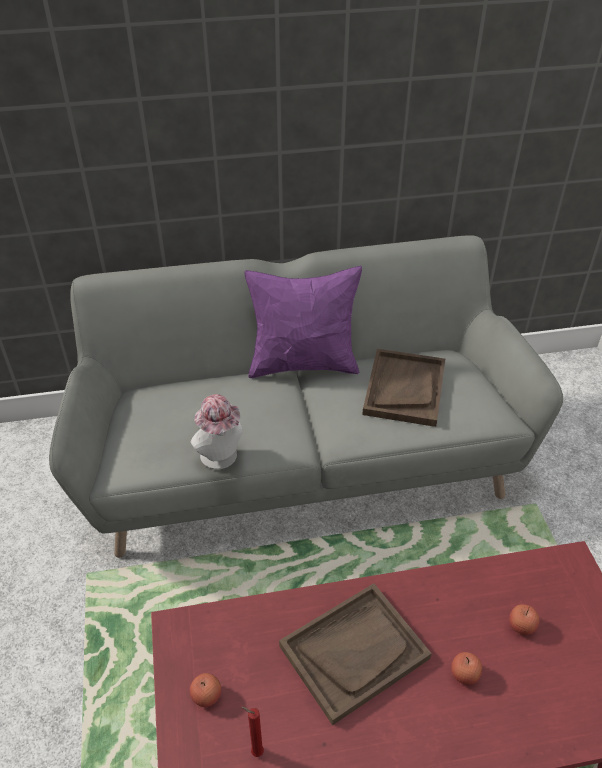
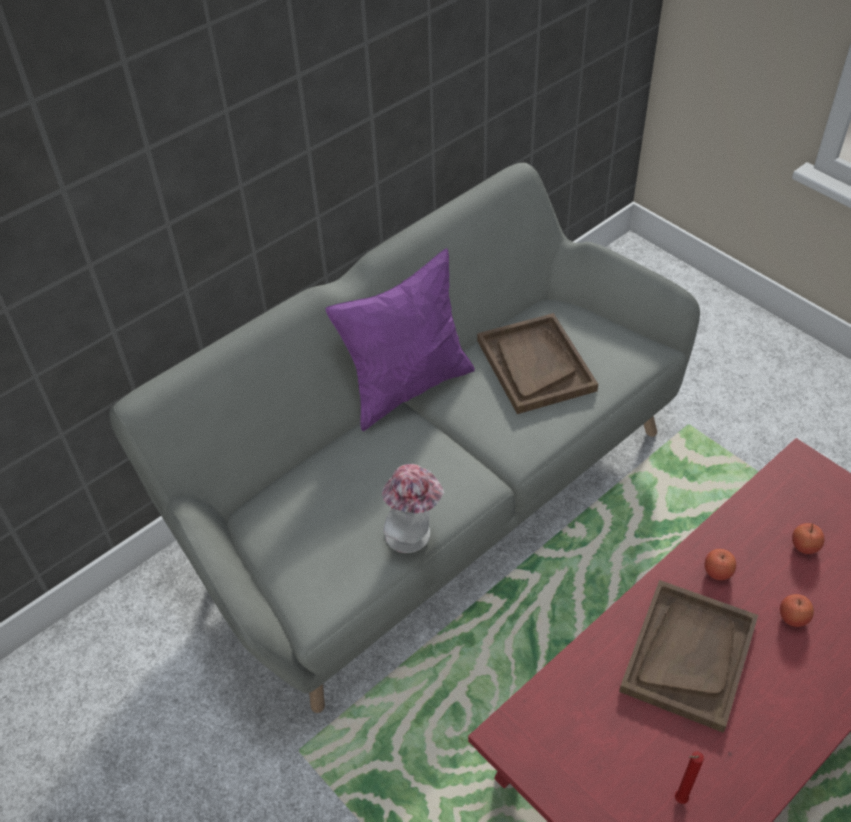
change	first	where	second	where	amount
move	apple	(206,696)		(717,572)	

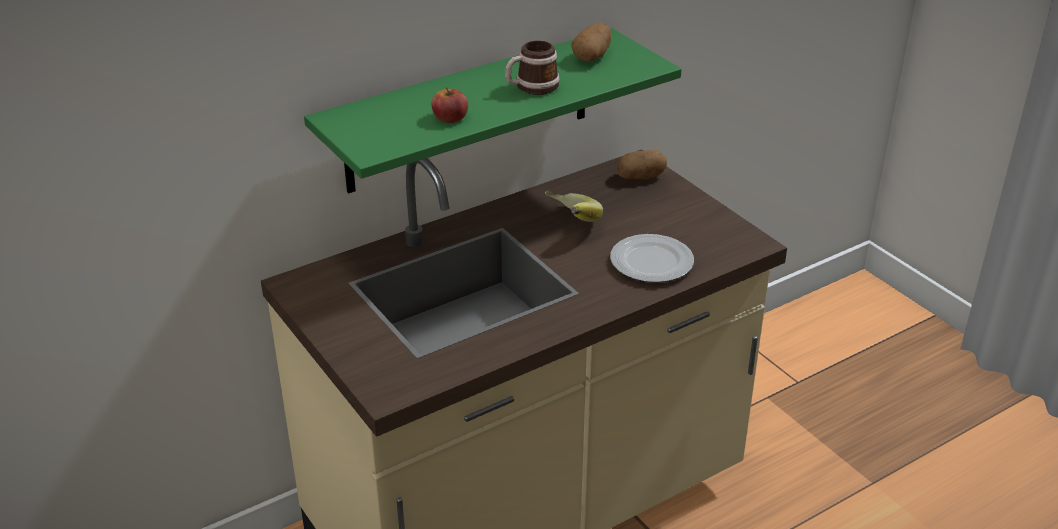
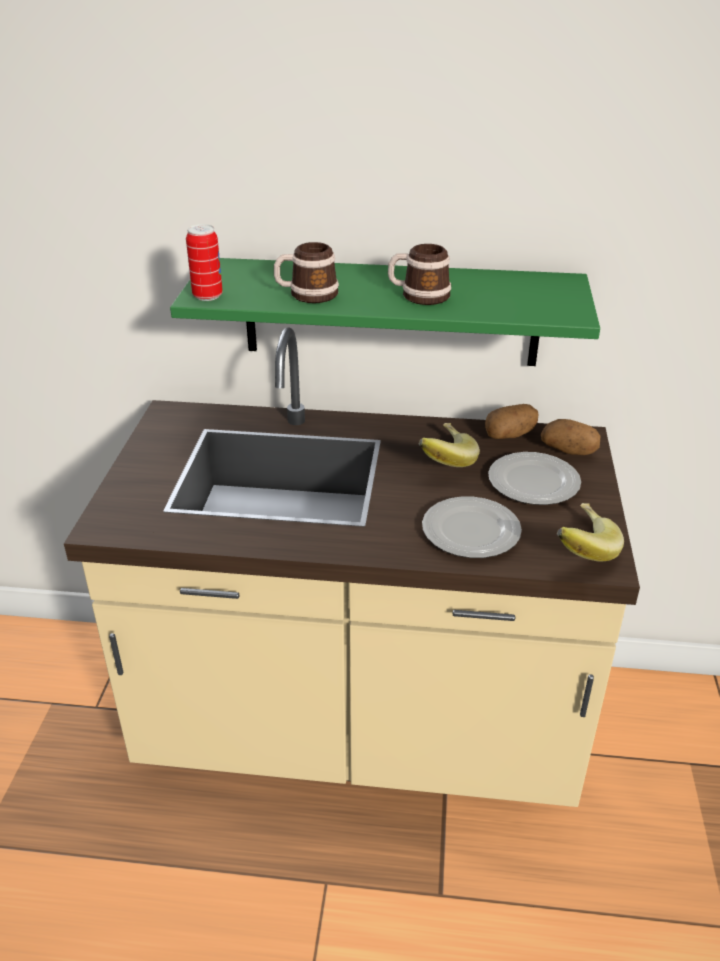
change	first	where	second	where	amount
insert			can	(207,296)	
replace	apple	(450,117)	mug	(307,294)	
move	potato	(592,57)		(510,435)	
insert			plate	(533,482)	
insert			banana	(579,549)	

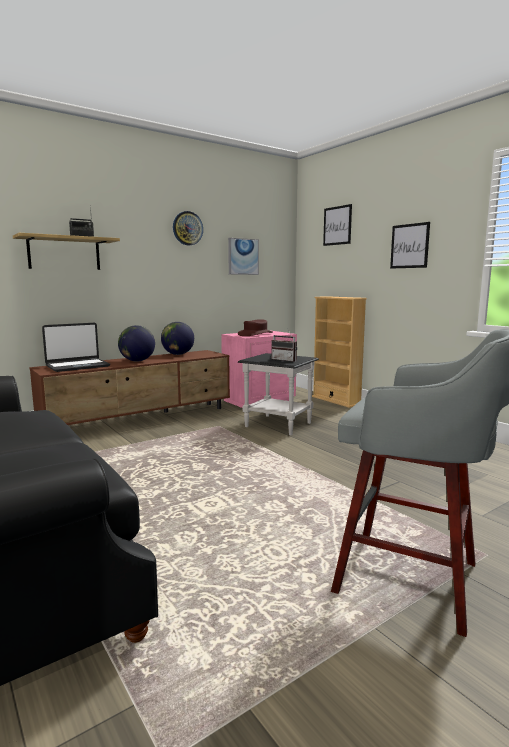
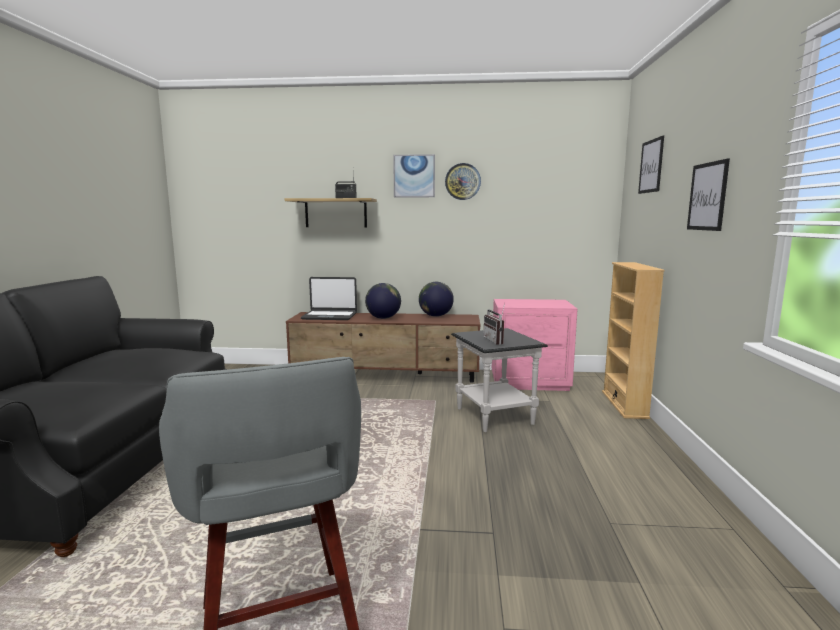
change	first	where	second	where	amount
move	picture	(243,256)		(414,176)	
delete	hat in brown	(255,334)			

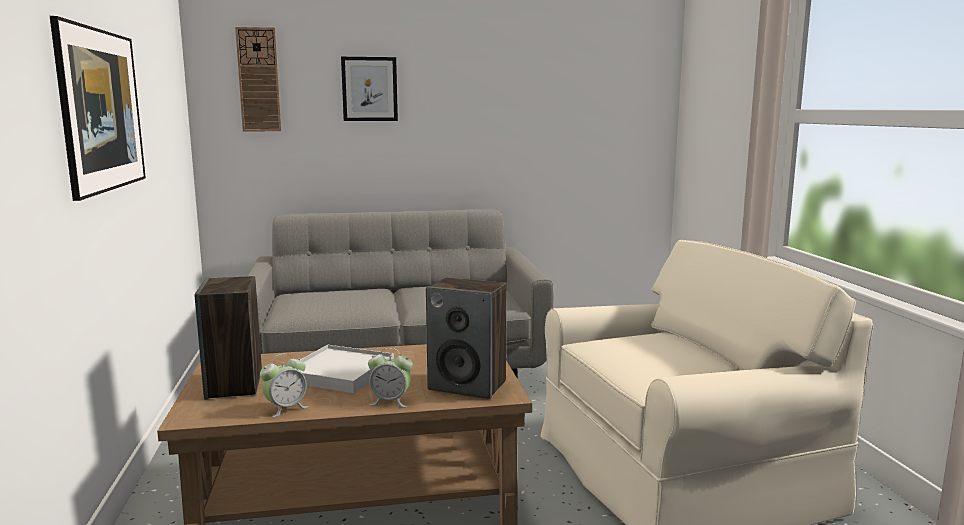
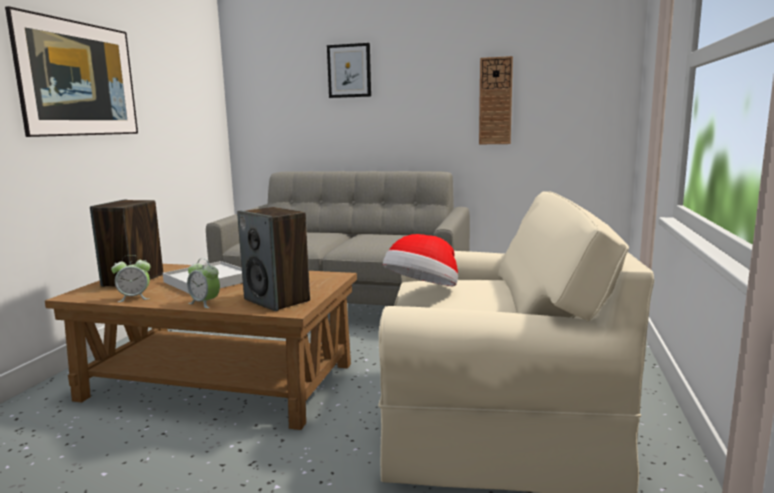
change	first	where	second	where	amount
insert			hat	(423,291)	
move	wall clock	(259,80)		(495,101)	

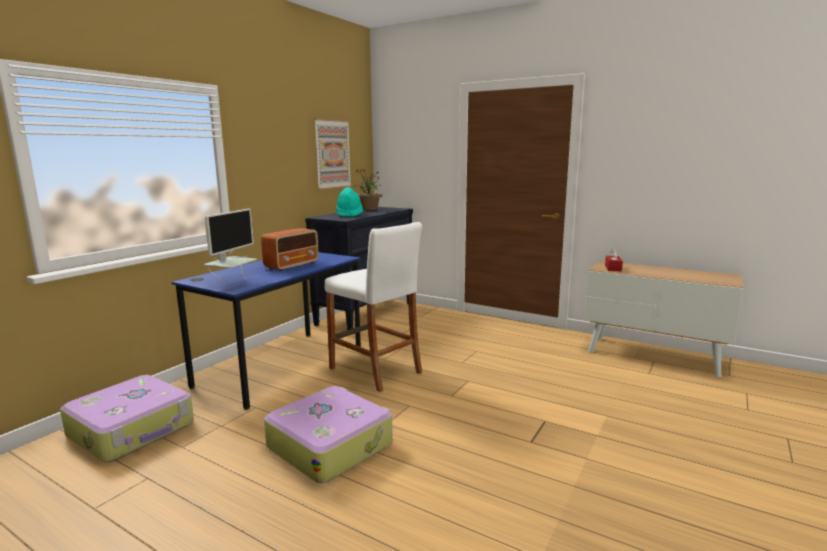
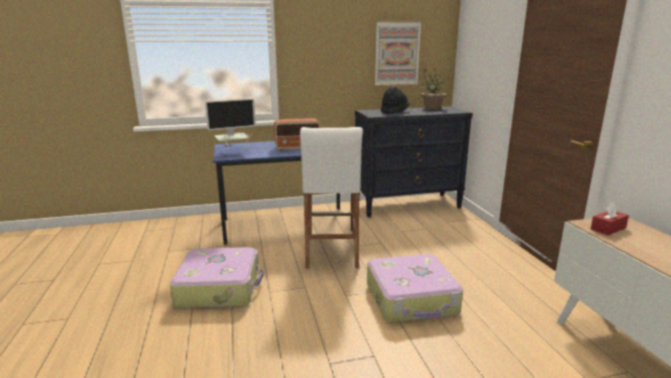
change	first	where	second	where	amount
move	suitcase	(133,429)		(412,299)	
recolor	hat in turquoise	(349,215)	hat in black	(394,111)	

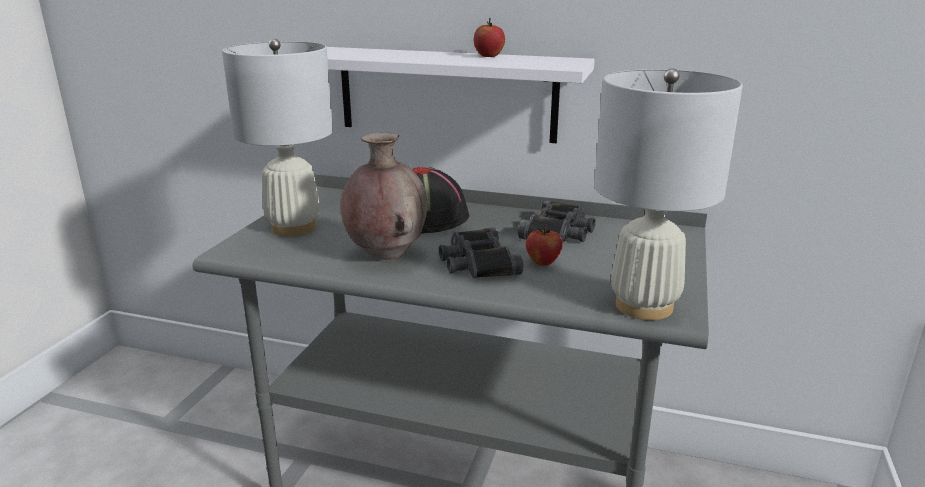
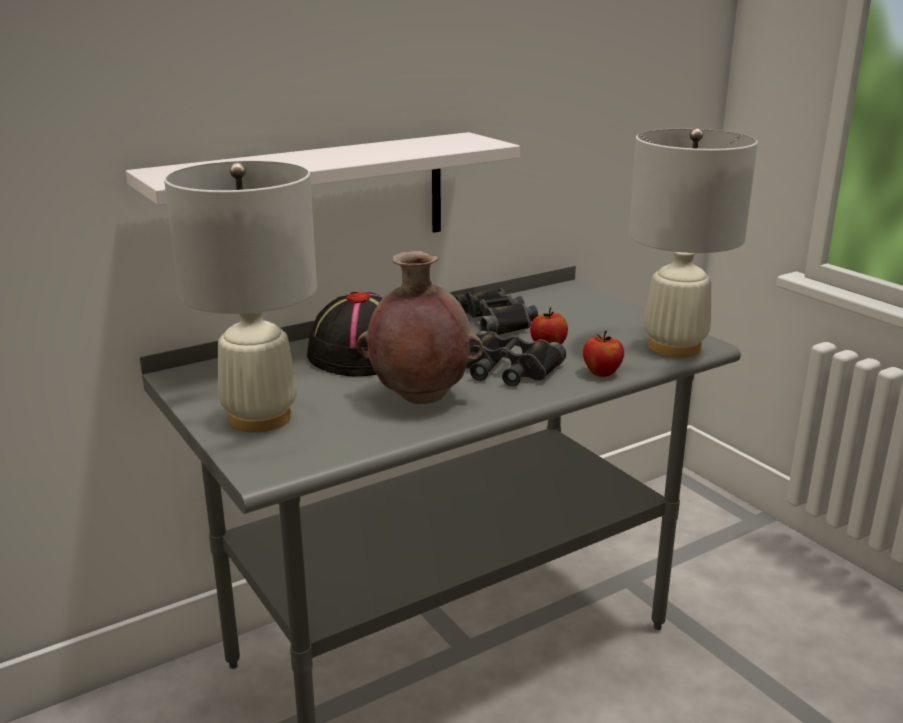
change	first	where	second	where	amount
move	apple	(489,56)		(602,373)	

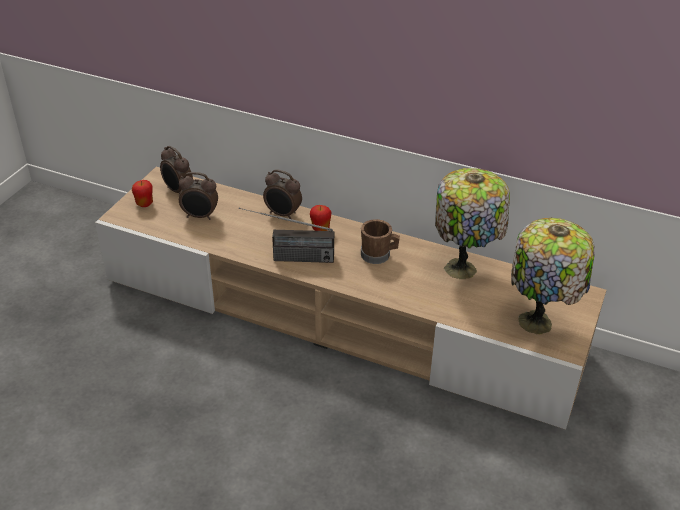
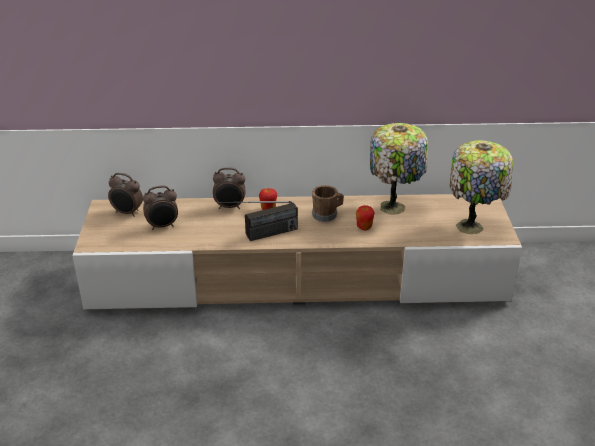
change	first	where	second	where	amount
move	apple	(144,204)		(364,227)	

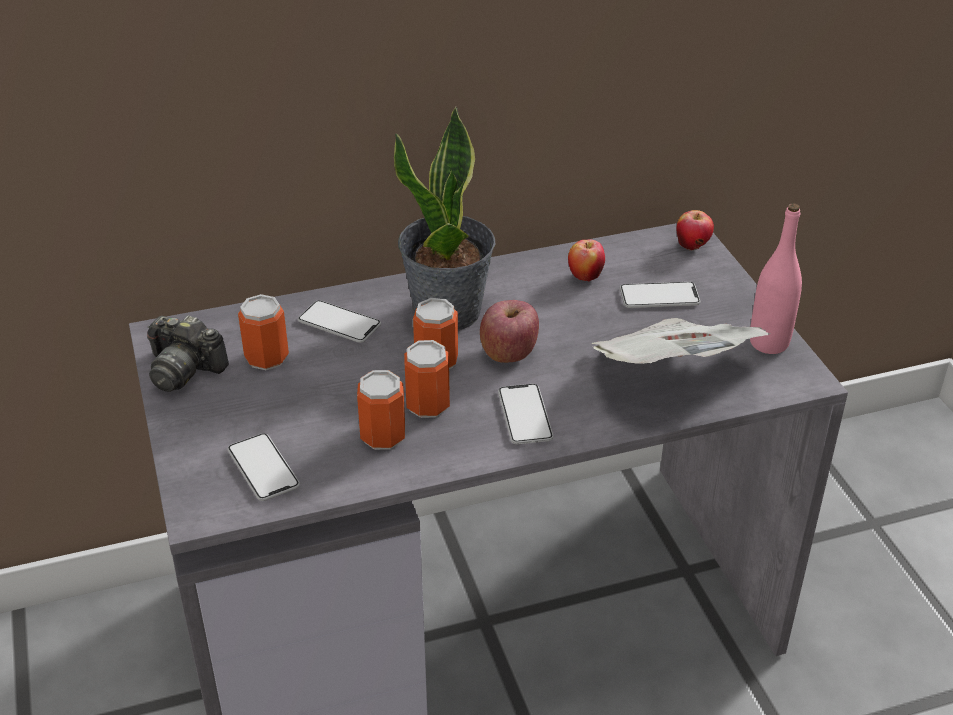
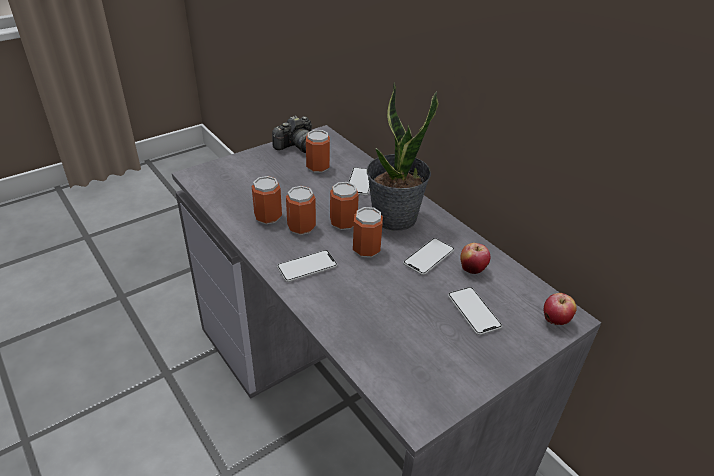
change	first	where	second	where	amount
rotate	photo camera	(184,369)		(297,146)	135 degrees counterclockwise
replace	apple	(508,353)	can	(366,249)	
move	phone	(263,468)		(429,257)	
delete	newspaper	(672,375)			
delete	bottle in pink	(769,343)			

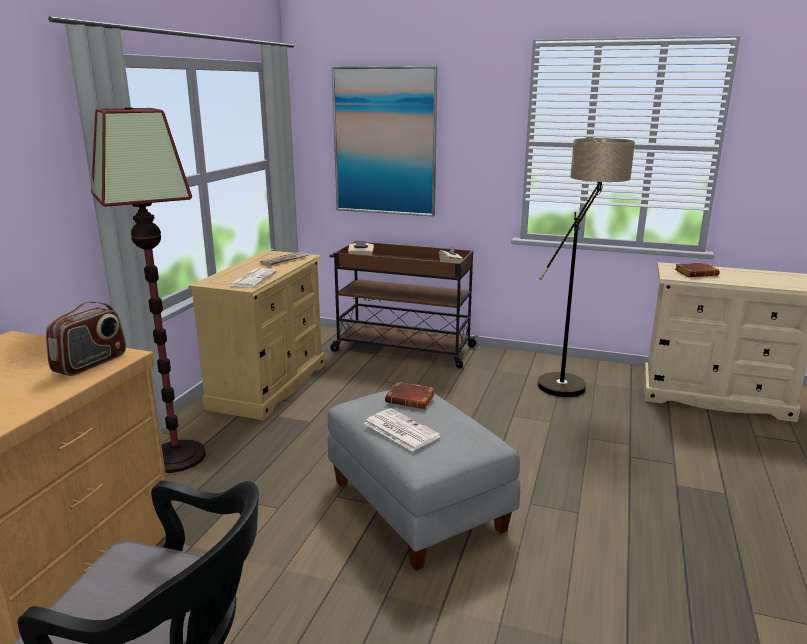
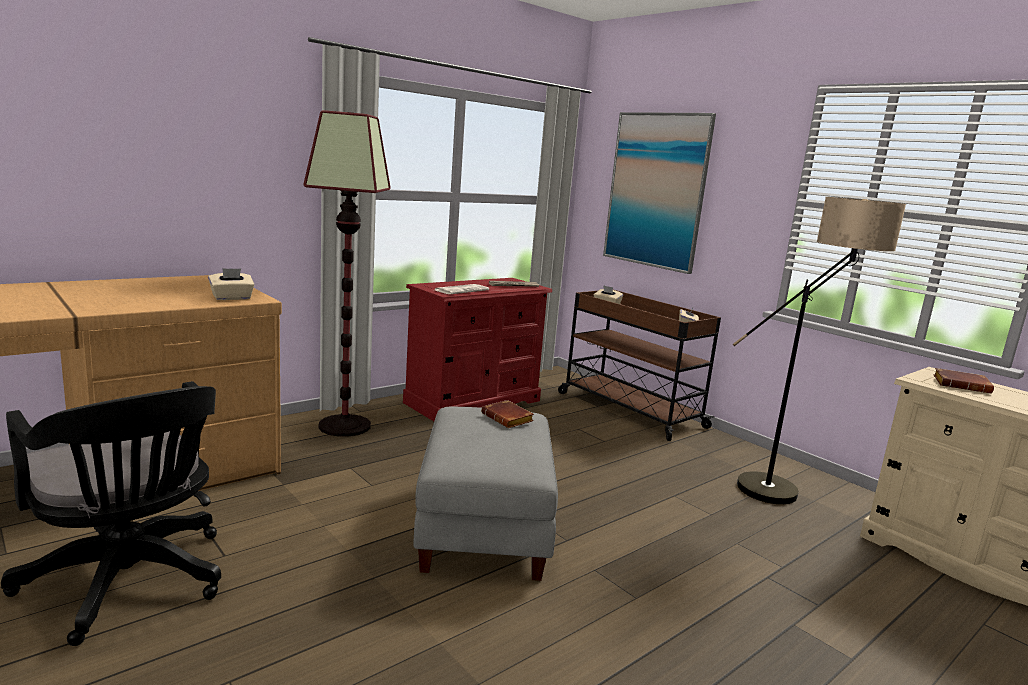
change	first	where	second	where	amount
replace	radio	(91,363)	tissue box in beige	(232,298)	
recolor	dresser in beige	(269,385)	dresser in red	(473,402)	
delete	newspaper	(400,430)			

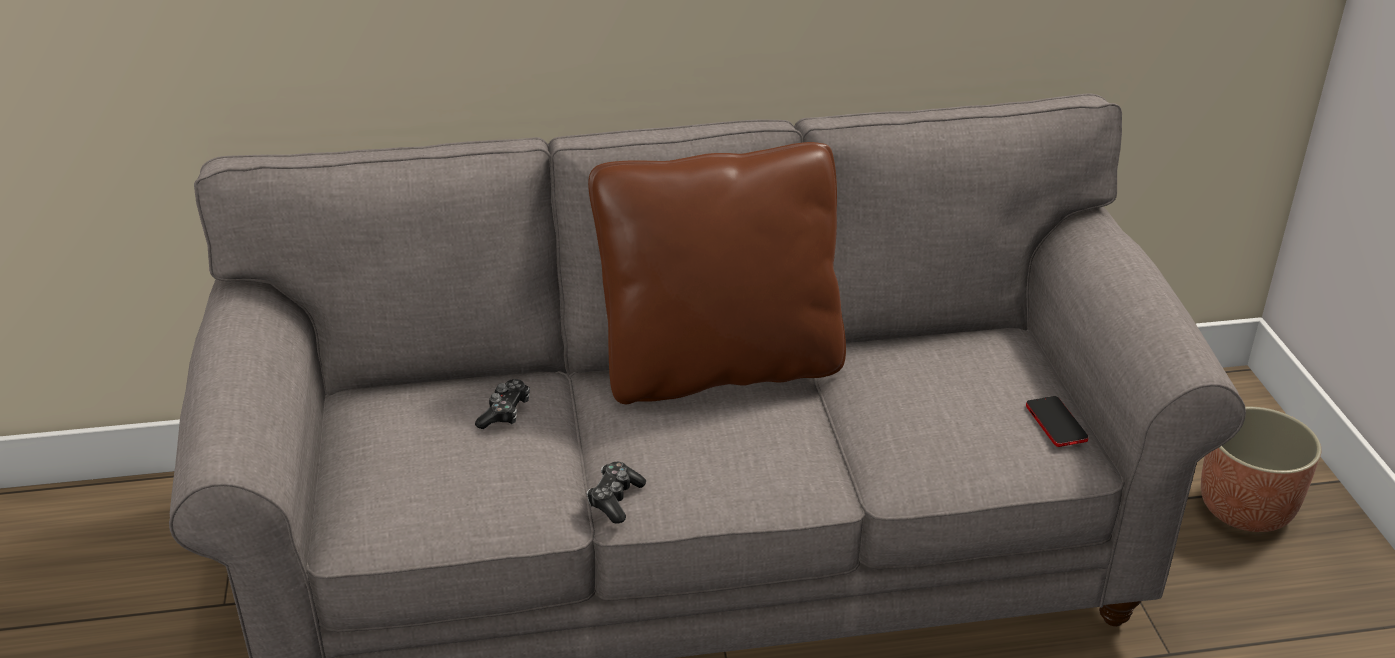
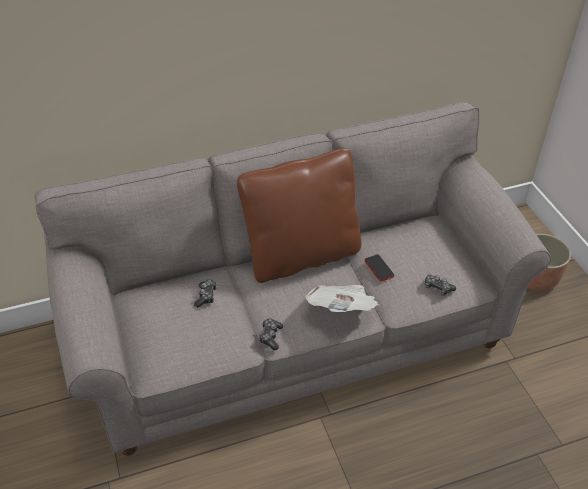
change	first	where	second	where	amount
insert			newspaper	(342,310)	
move	phone	(1056,423)		(379,268)	
insert			game controller	(438,288)	

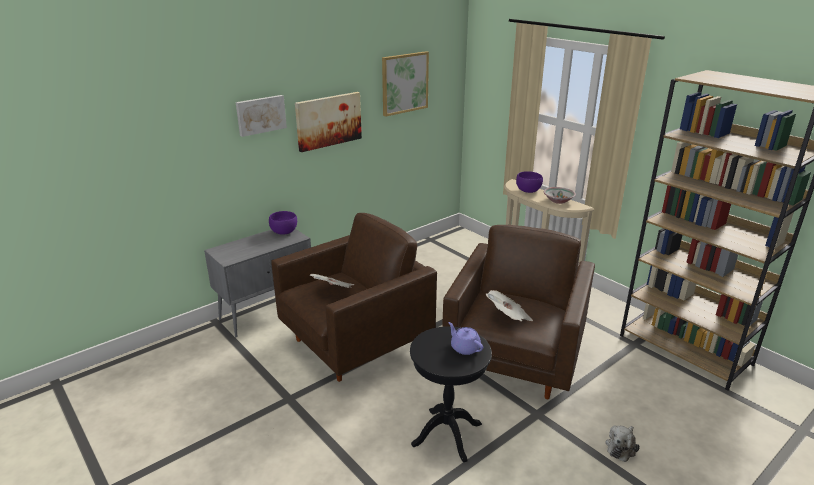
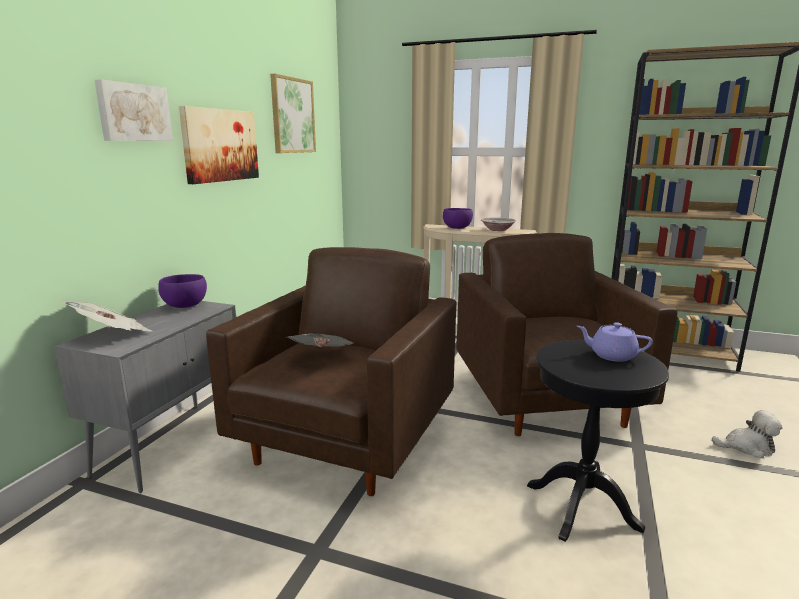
change	first	where	second	where	amount
move	newspaper	(508,317)		(113,335)	
rotate	plush toy	(621,447)		(747,447)	90 degrees counterclockwise

